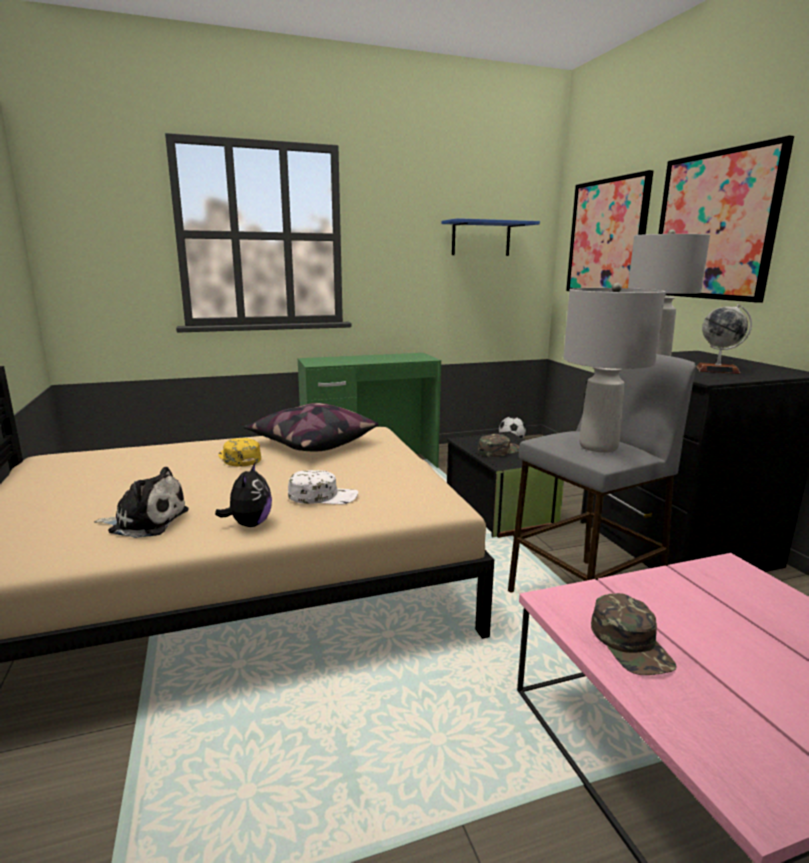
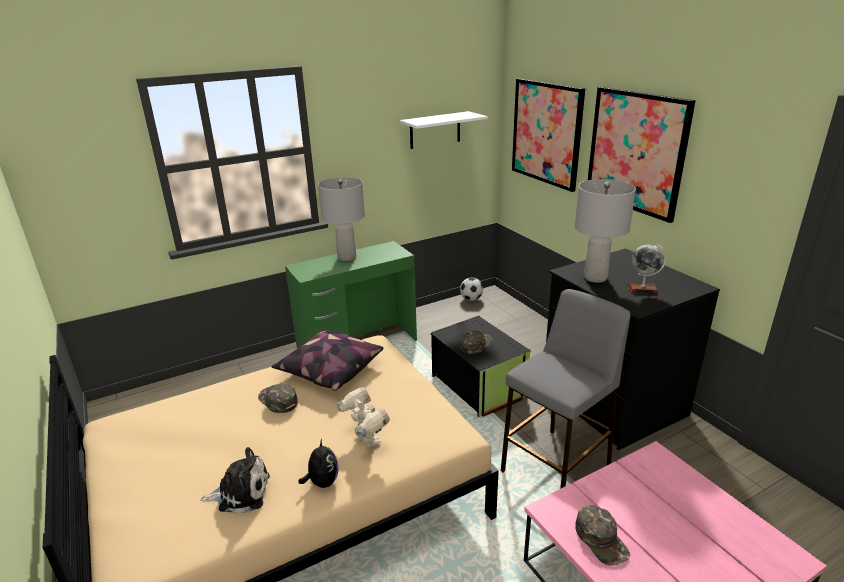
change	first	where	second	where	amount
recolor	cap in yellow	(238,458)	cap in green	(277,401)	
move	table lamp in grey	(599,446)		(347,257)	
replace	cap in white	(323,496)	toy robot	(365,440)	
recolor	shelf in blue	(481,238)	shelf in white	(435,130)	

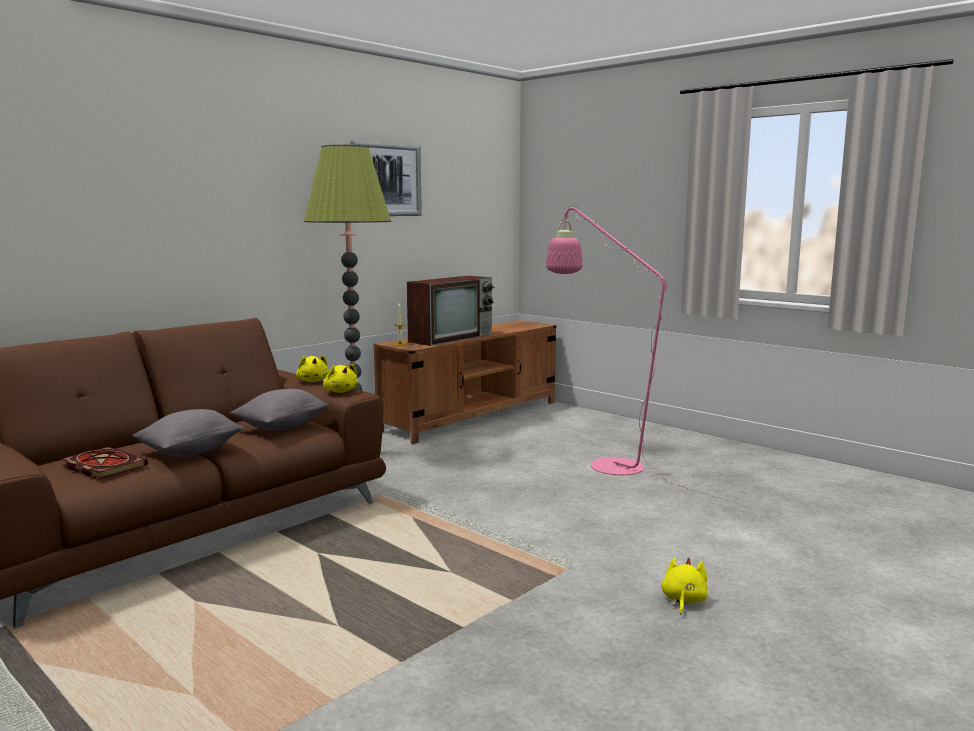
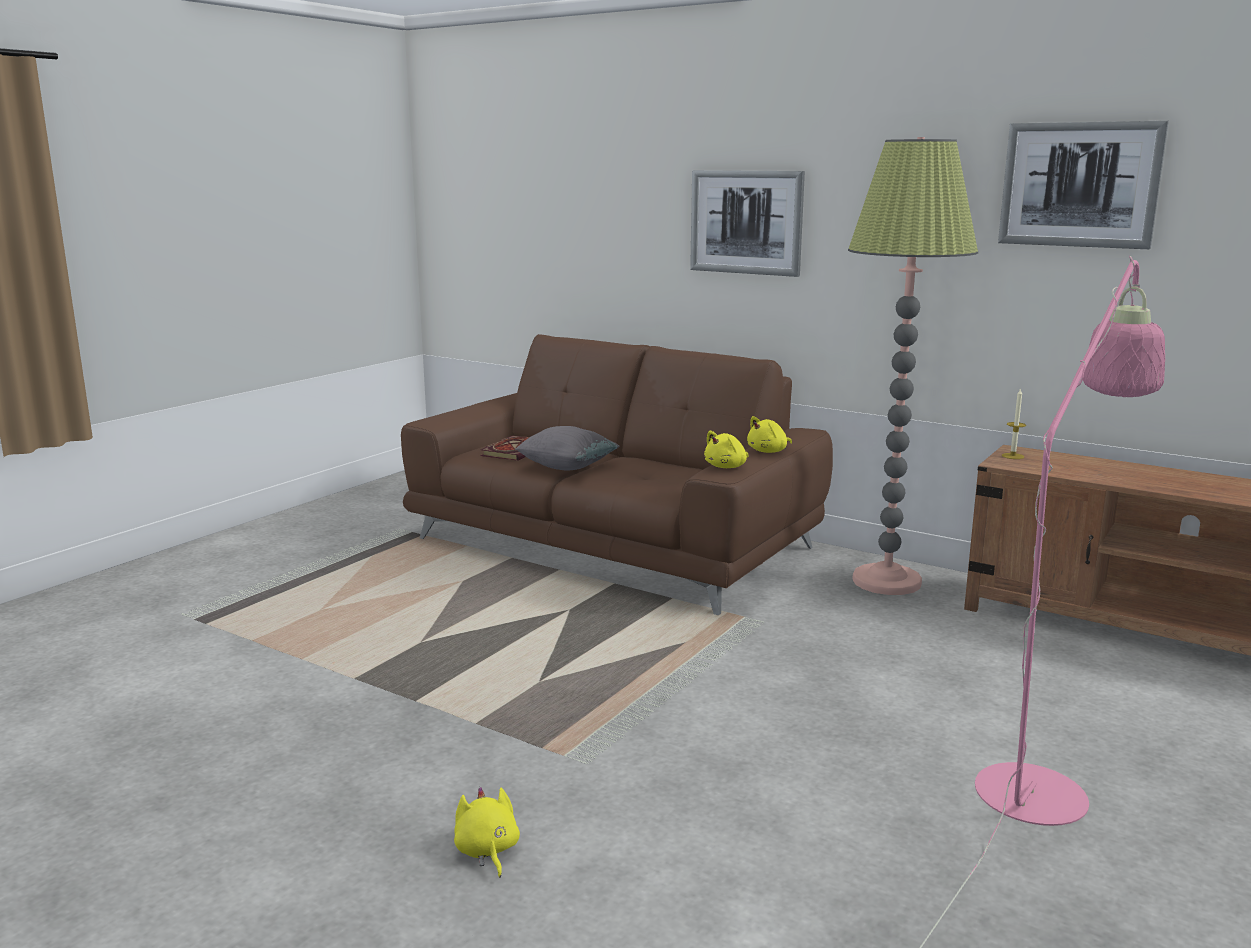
change	first	where	second	where	amount
rotate	plush toy in yellow	(683,600)		(487,851)	120 degrees counterclockwise
insert			picture	(746,222)	
delete	pillow in grey	(281,427)			
delete	television	(451,338)			

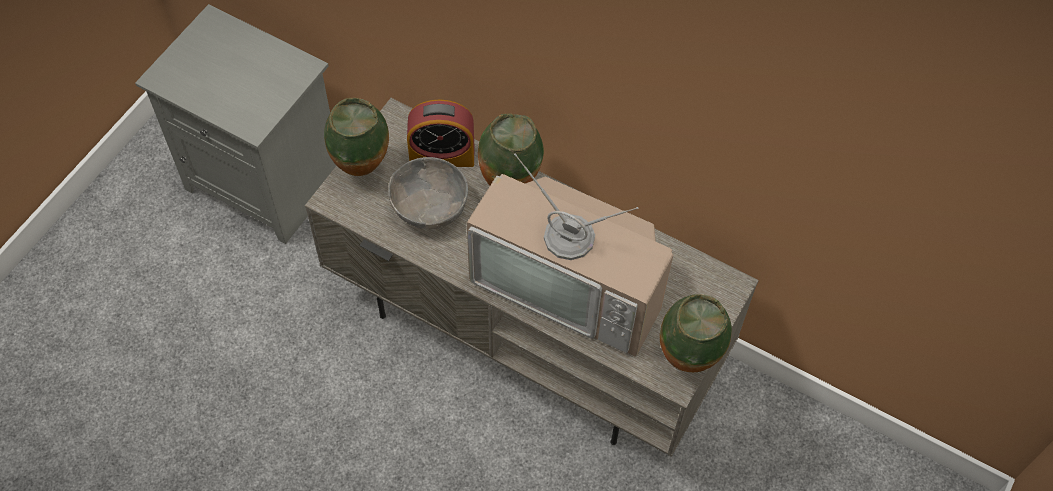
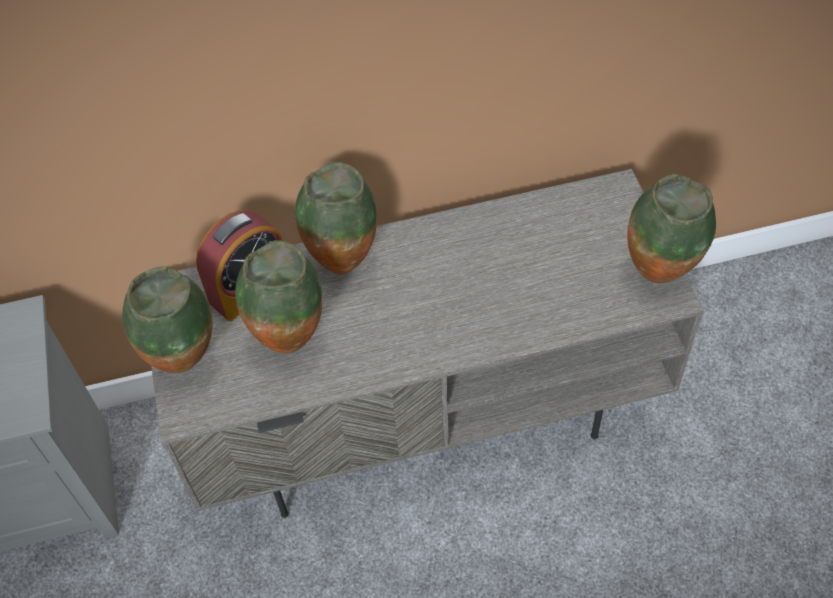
change	first	where	second	where	amount
replace	bowl in grey	(429,206)	vase	(289,340)	
delete	television	(572,284)			

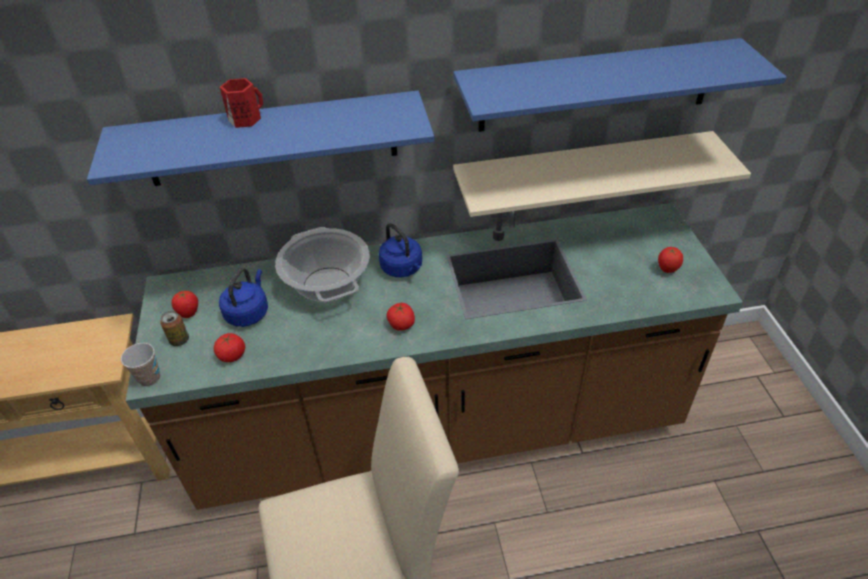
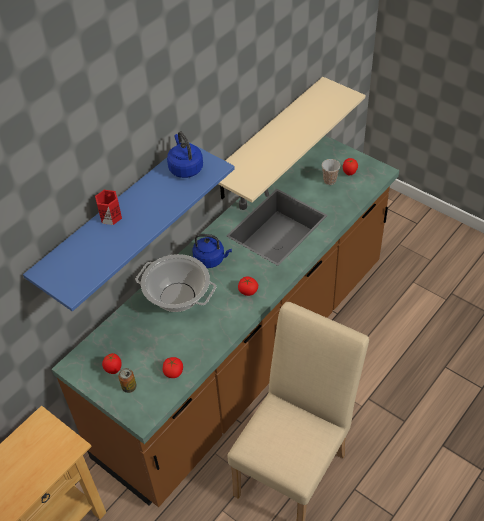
change	first	where	second	where	amount
move	kettle in blue	(248,312)		(185,168)	
move	cup	(149,378)		(329,180)	
delete	shelf in blue	(596,86)			

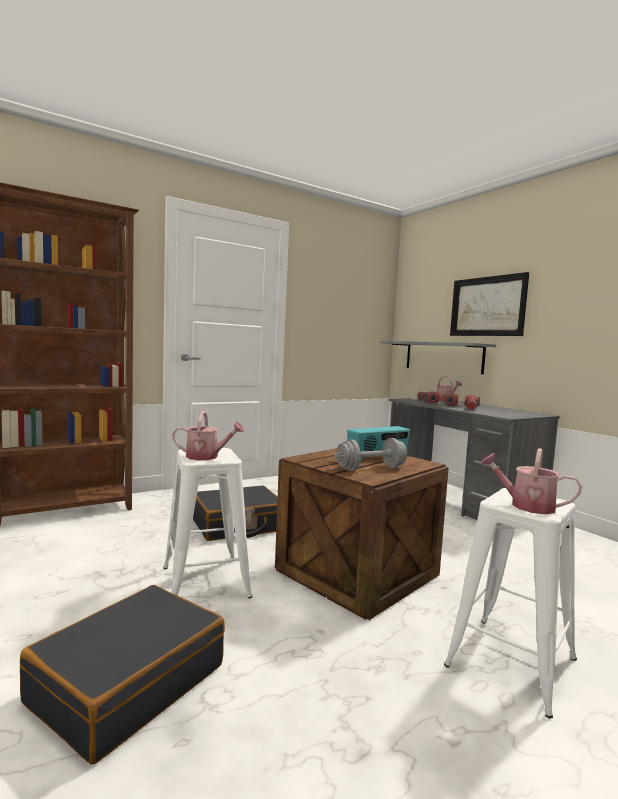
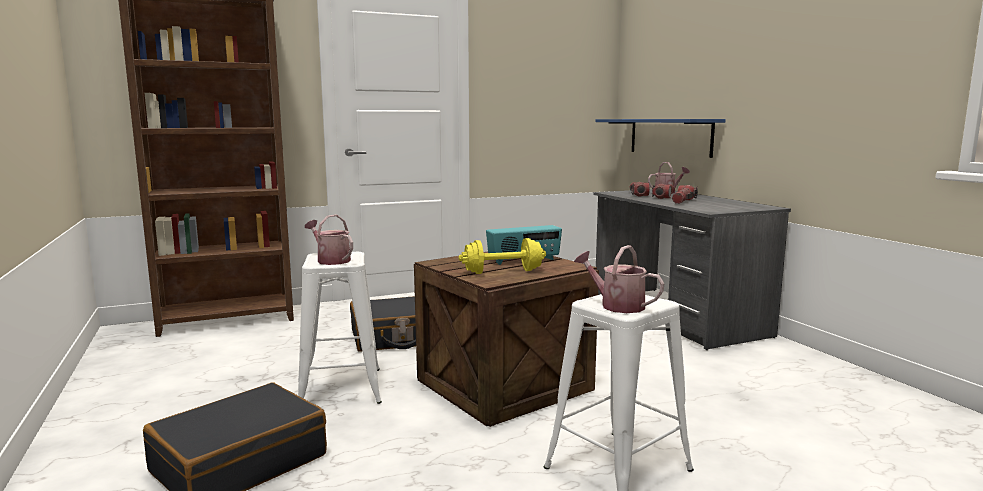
change	first	where	second	where	amount
rotate	watering can	(207,456)		(331,260)	150 degrees counterclockwise
recolor	dumbbell in grey	(371,468)	dumbbell in yellow	(502,272)	
recolor	shelf in grey	(443,357)	shelf in blue	(669,136)	
delete	picture	(487,306)			

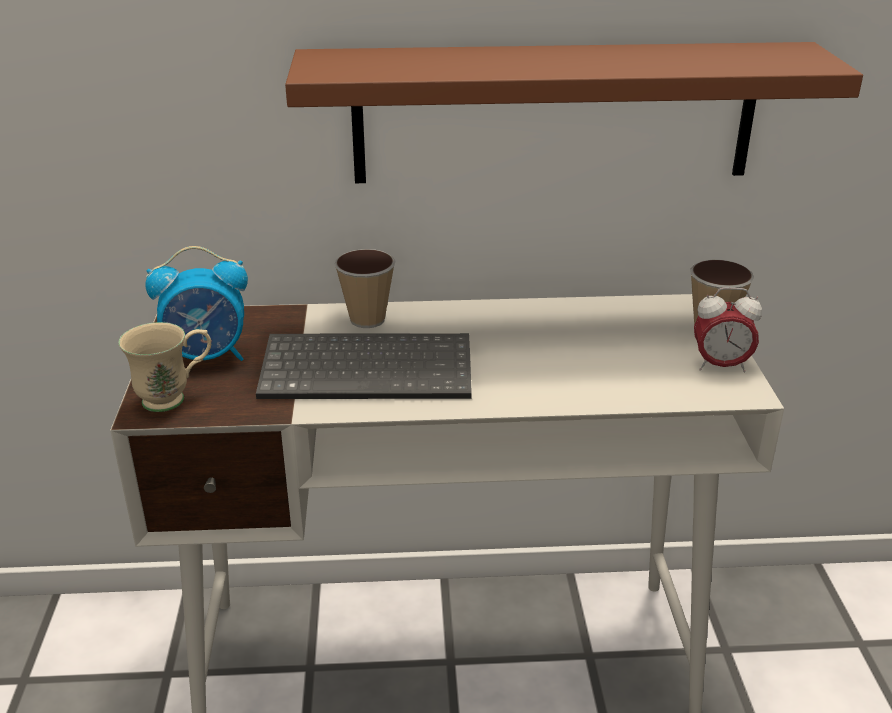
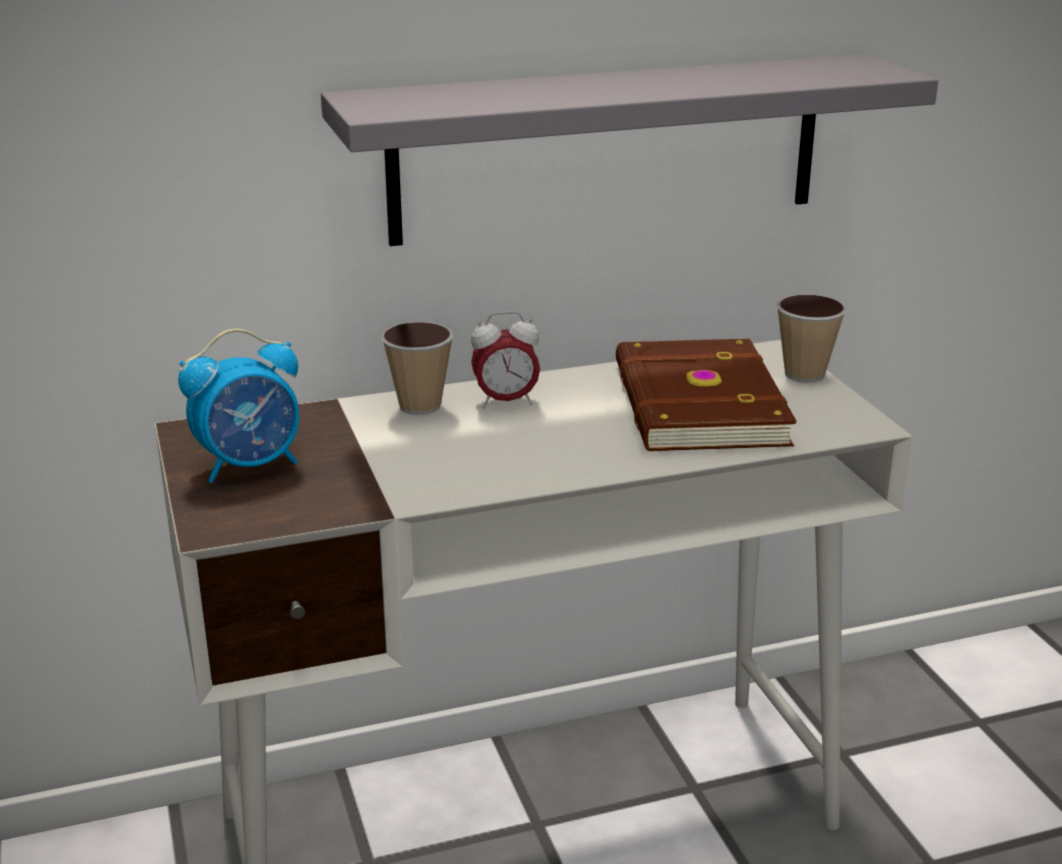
change	first	where	second	where	amount
recolor	shelf in brown	(554,113)	shelf in grey	(608,148)	
move	alarm clock	(720,366)		(505,402)	
insert			book in brown	(695,405)	
delete	mug in beige	(175,398)			
delete	keyboard	(370,369)			

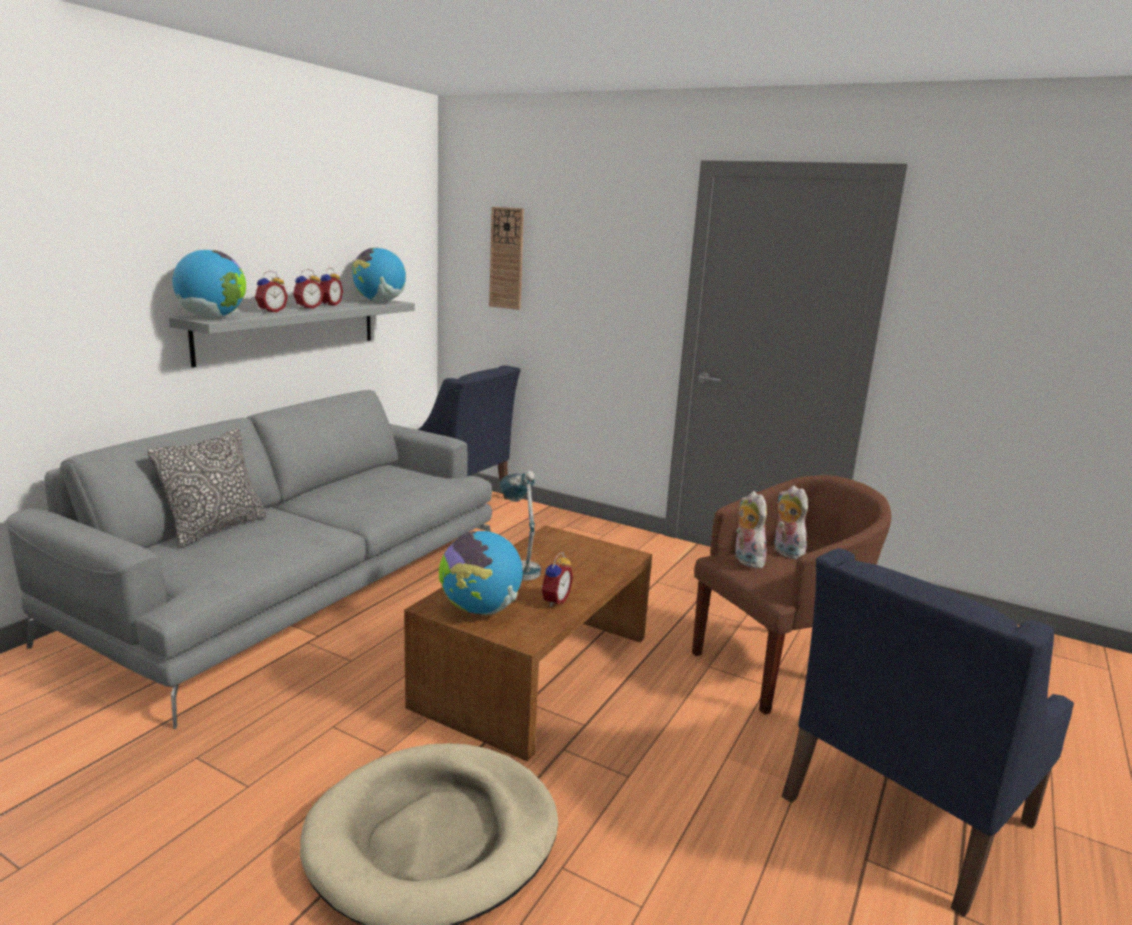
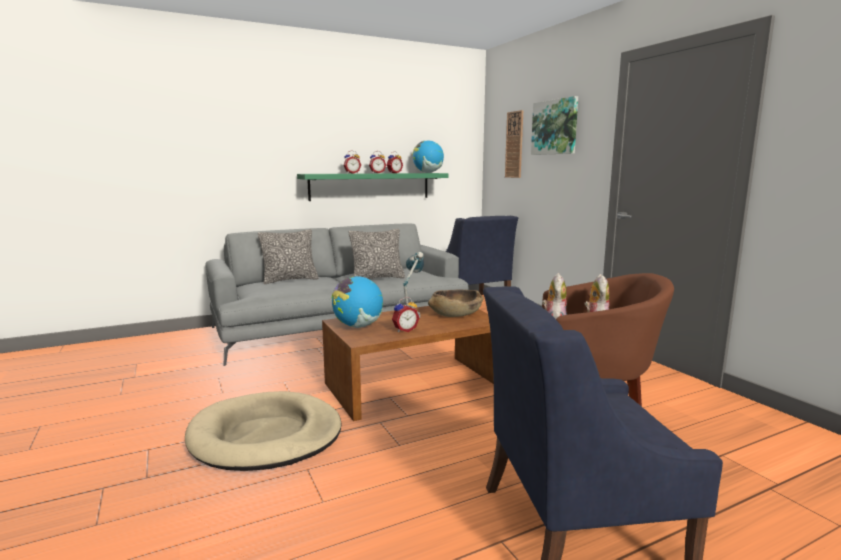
change	first	where	second	where	amount
recolor	shelf in grey	(290,329)	shelf in green	(370,186)	
insert			pillow	(377,278)	
insert			bowl in brown	(456,314)	
insert			picture	(555,127)	
delete	globe	(212,318)			

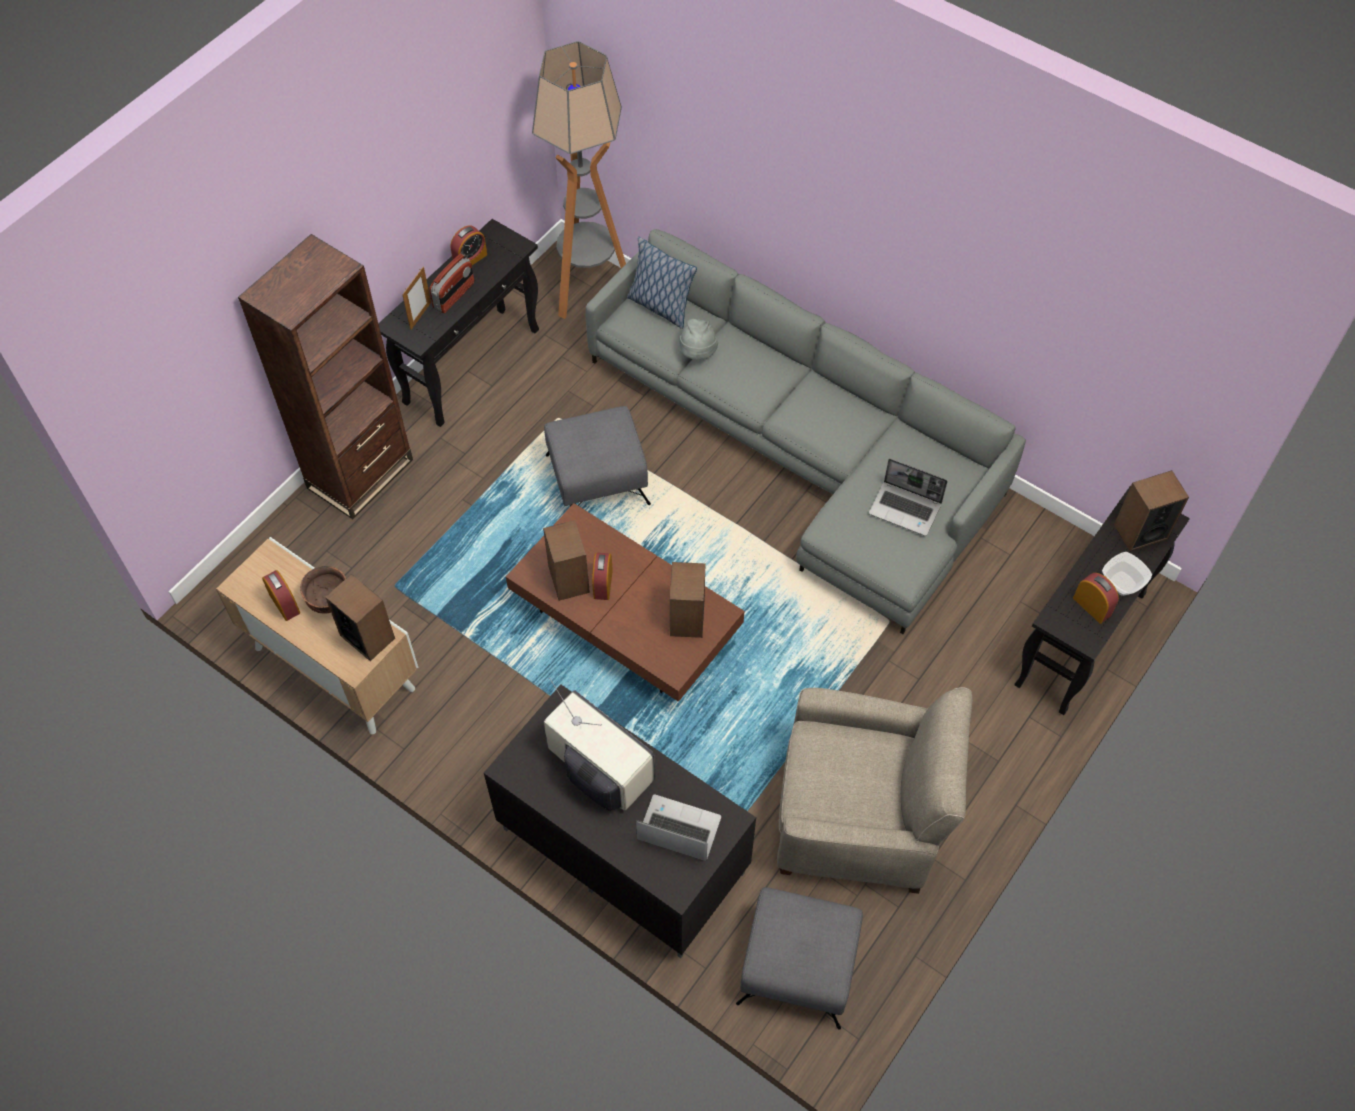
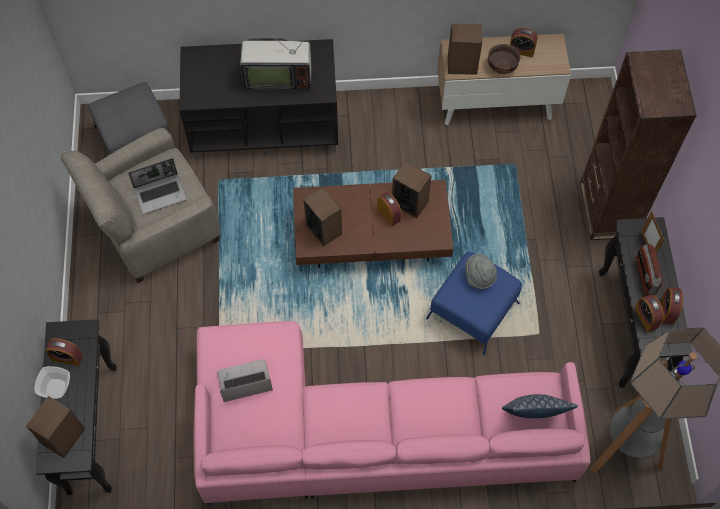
change	first	where	second	where	amount
move	laptop	(677,830)		(161,193)	
recolor	sofa in grey	(804,451)	sofa in pink	(366,433)	
recolor	ottoman in grey	(598,480)	ottoman in blue	(472,311)	
move	hat in grey	(697,353)		(479,277)	
insert			alarm clock	(646,318)	

